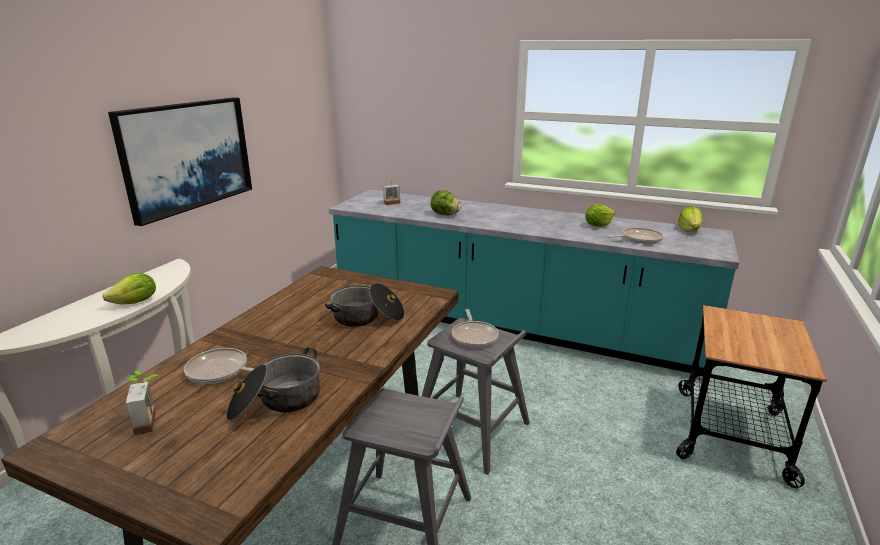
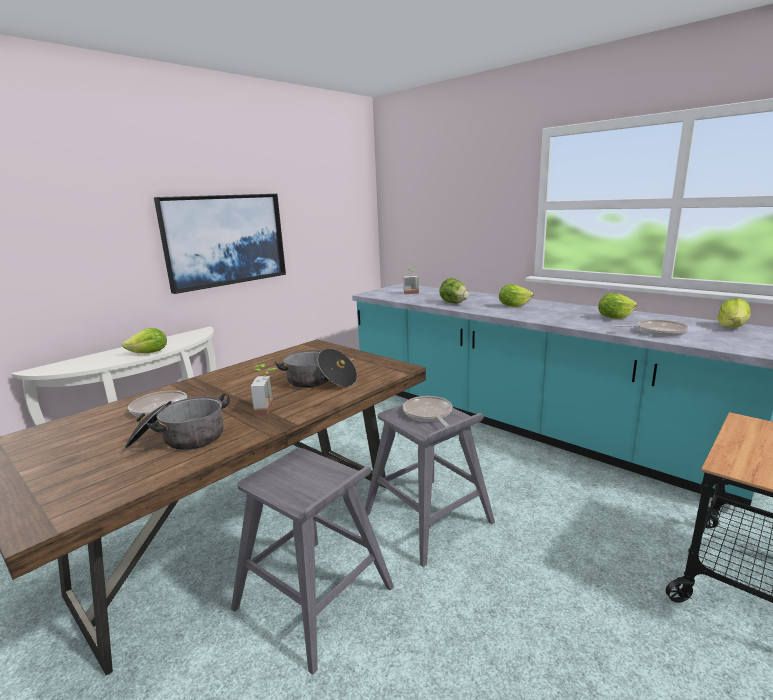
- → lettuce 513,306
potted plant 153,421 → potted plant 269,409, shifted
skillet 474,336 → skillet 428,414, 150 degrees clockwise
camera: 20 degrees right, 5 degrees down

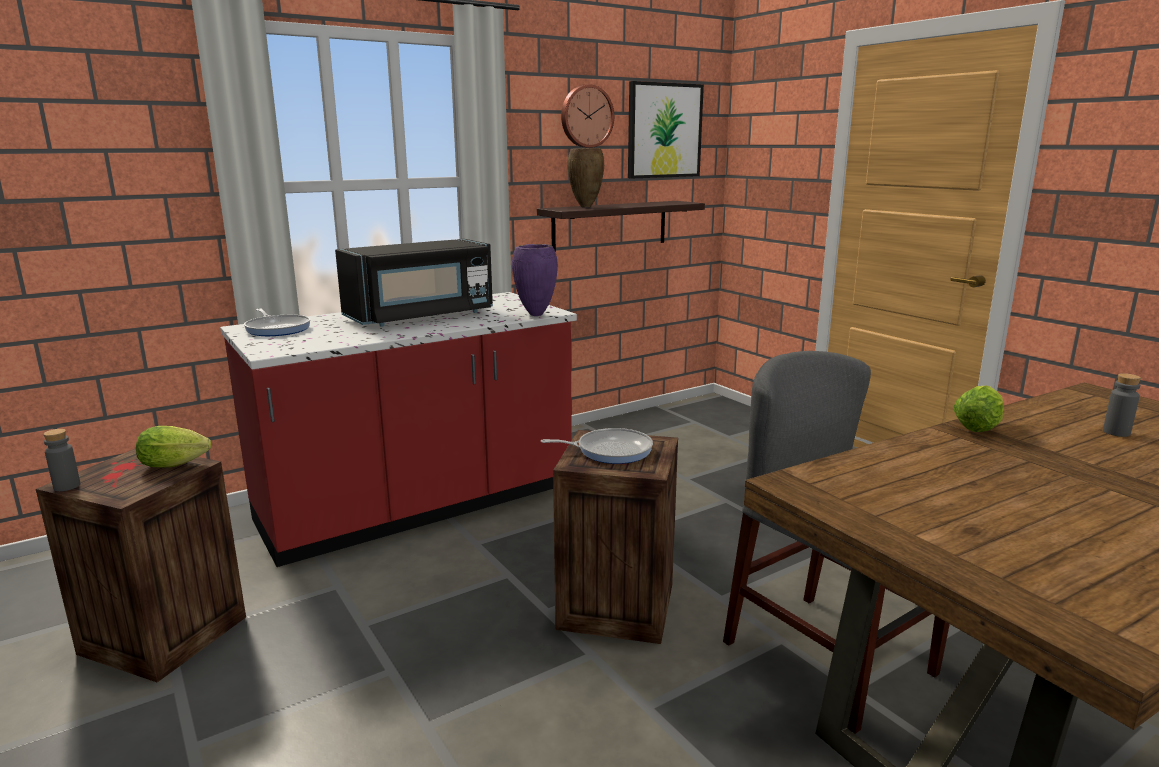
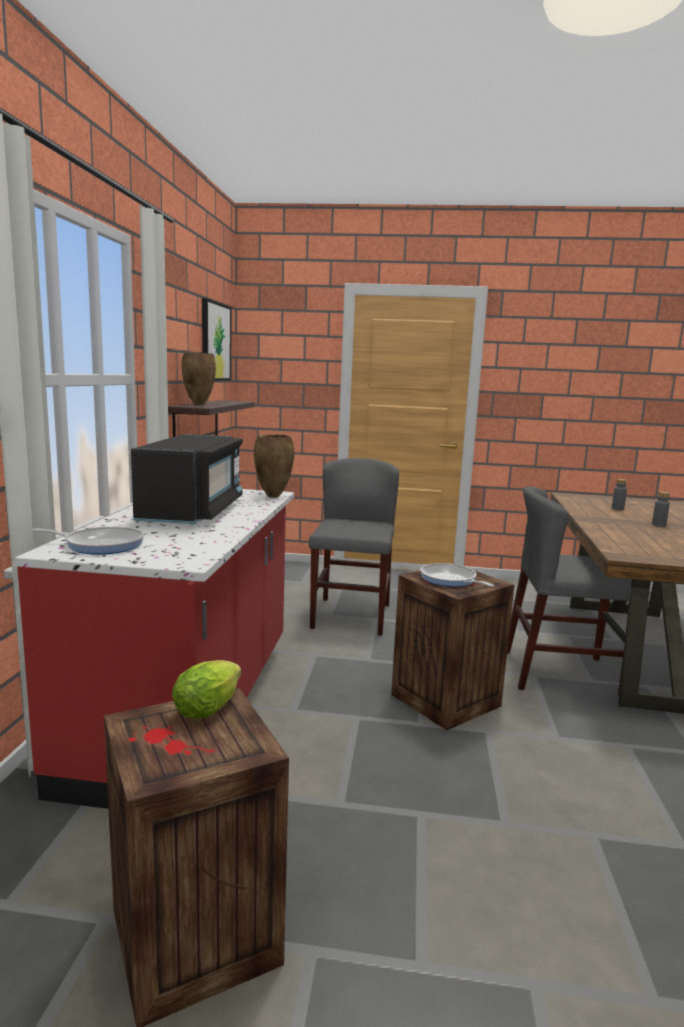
hanging clock 586,116 → -
lettuce 978,426 → -
- → grey upright chair 351,616
grey beverage bottle 67,486 → grey beverage bottle 658,525, shifted
purple-coloured vase 535,315 → brownish vase 272,497
skillet 610,451 → skillet 450,580, 75 degrees counterclockwise
camera: 50 degrees left, 5 degrees down

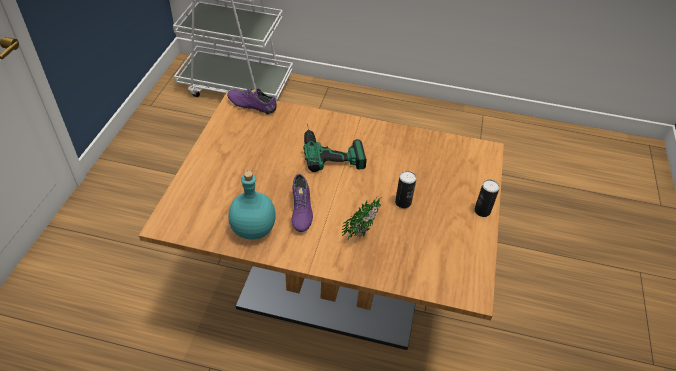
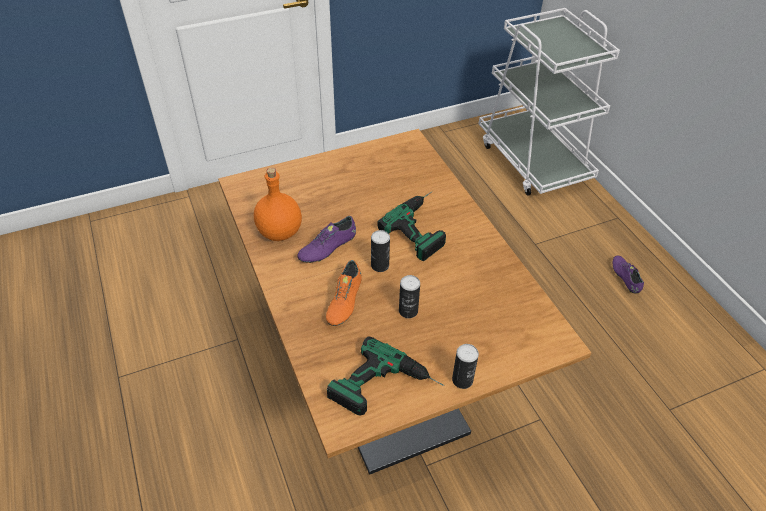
- → drill 387,389
- → metal can 380,265
purple-coloured low shoe 252,106 → purple-coloured low shoe 625,277, shifted
potted plant 364,231 → orangey low shoe 344,301
turquoise-coloured beverage bottle 254,229 → orangey beverage bottle 280,233
camera: 55 degrees right, 0 degrees up

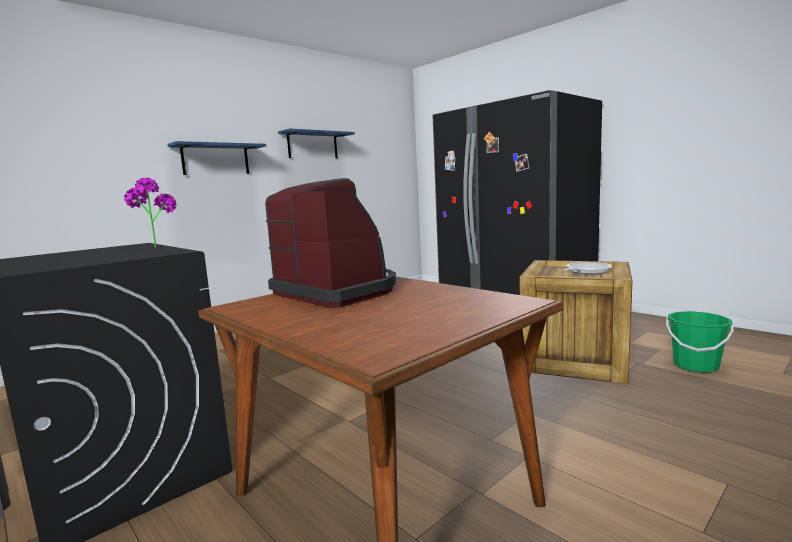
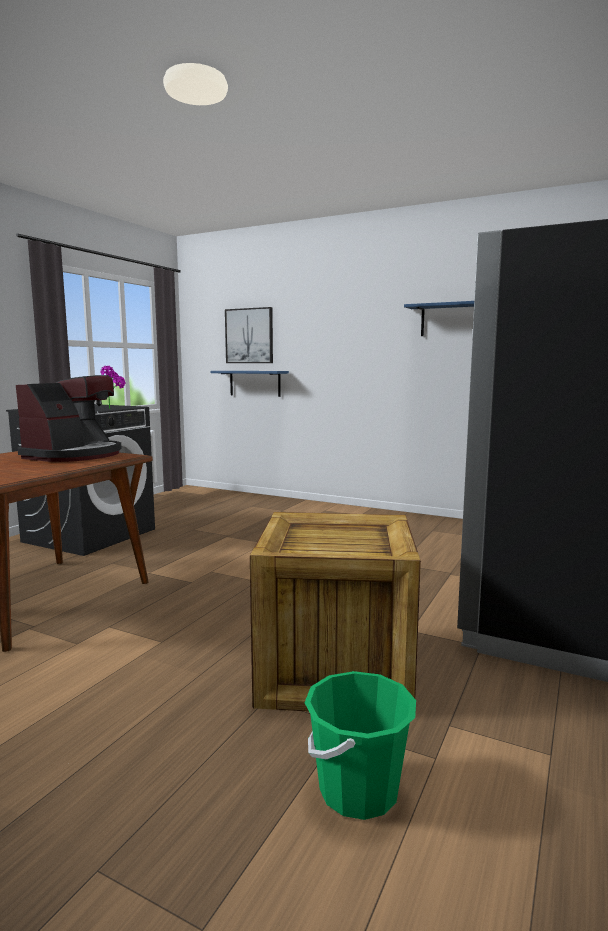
skillet 586,271 → -
- → wall picture 249,336
blue shelf 215,159 → blue shelf 255,383, shifted
camera: 70 degrees right, 0 degrees up

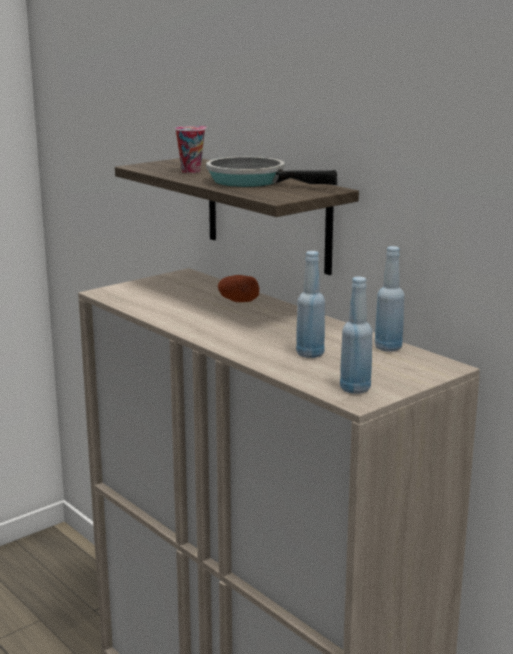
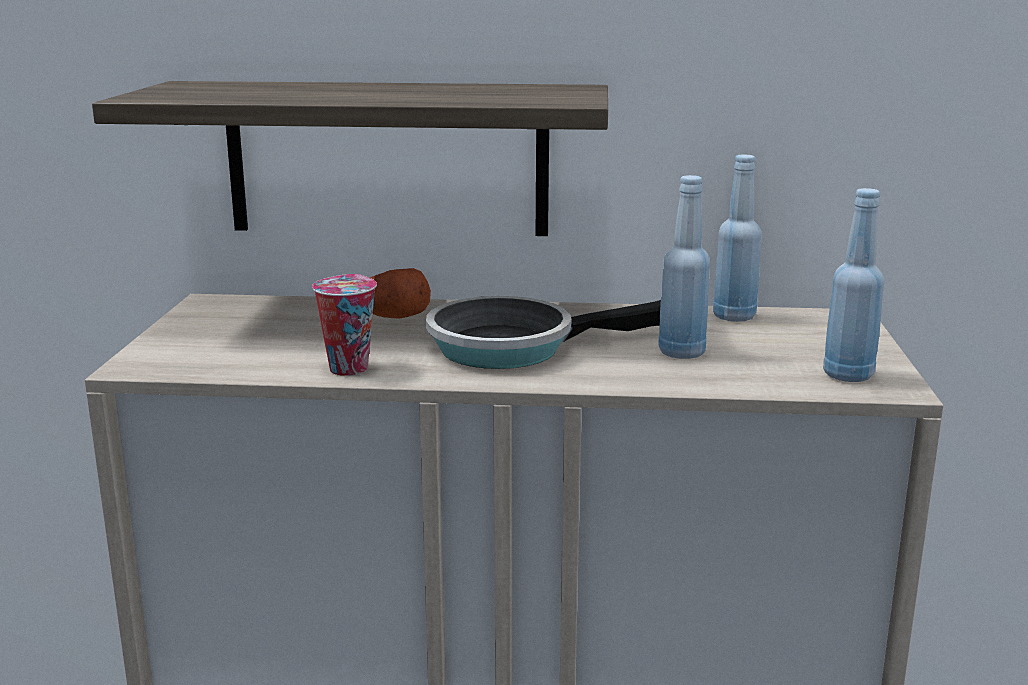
drinking cup 192,171 → drinking cup 348,367, shifted
skillet 253,181 → skillet 513,346, shifted
camera: 45 degrees left, 0 degrees up

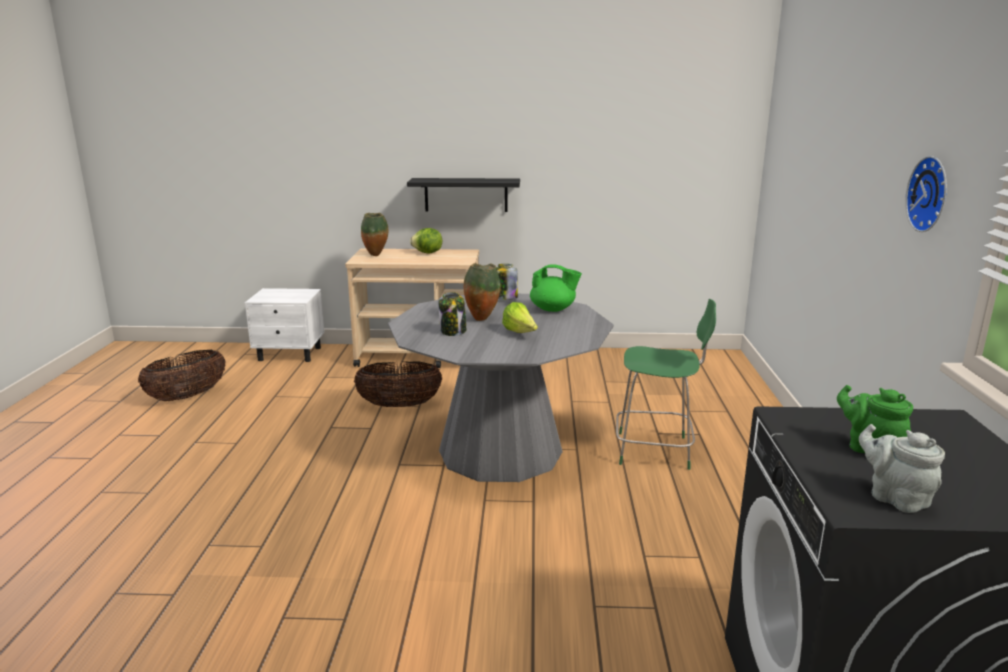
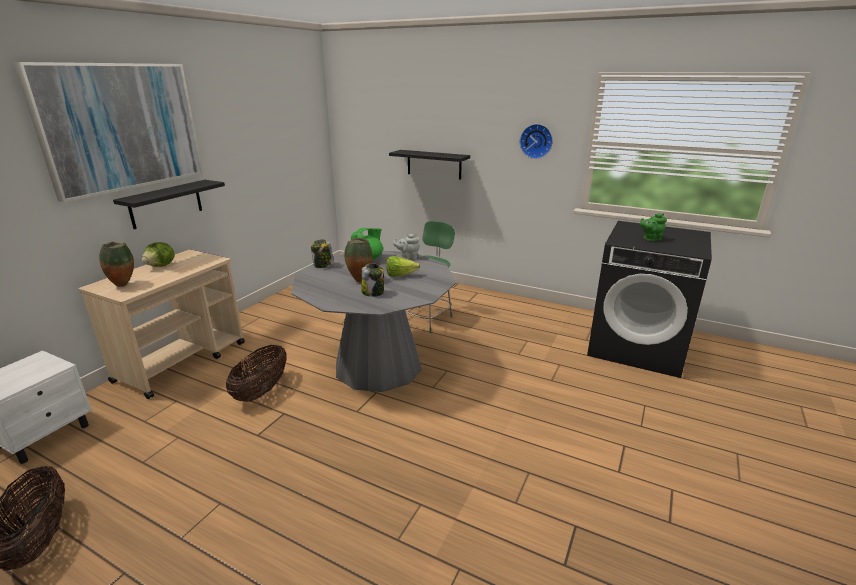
- → wall picture 121,127
- → black shelf 434,164
grey teapot 895,498 → grey teapot 408,257, shifted
camera: 65 degrees left, 5 degrees up

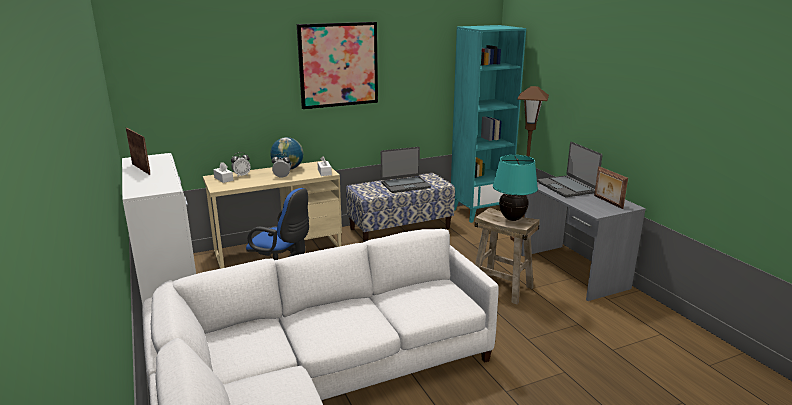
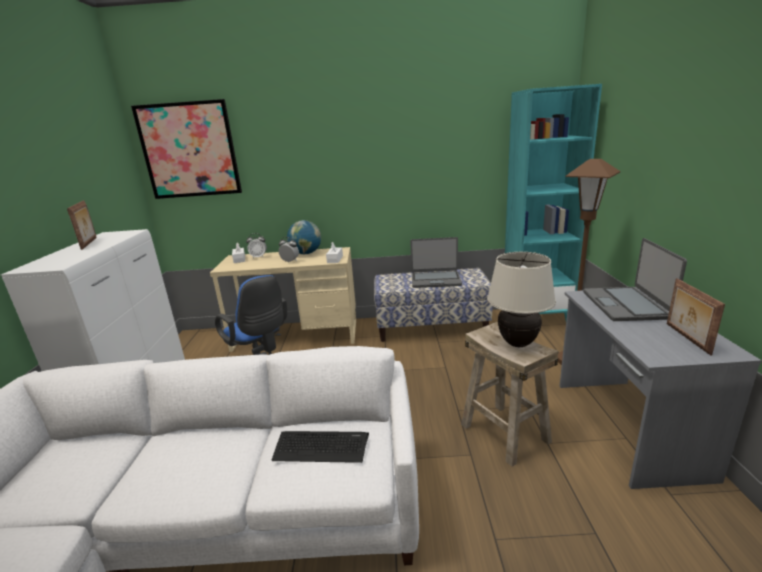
- → computer keyboard 321,447
wall picture 338,65 → wall picture 189,150, shifted
turquoise-coloured lamp for a table 512,218 → beige-coloured lamp for a table 517,343
camera: 25 degrees right, 0 degrees up

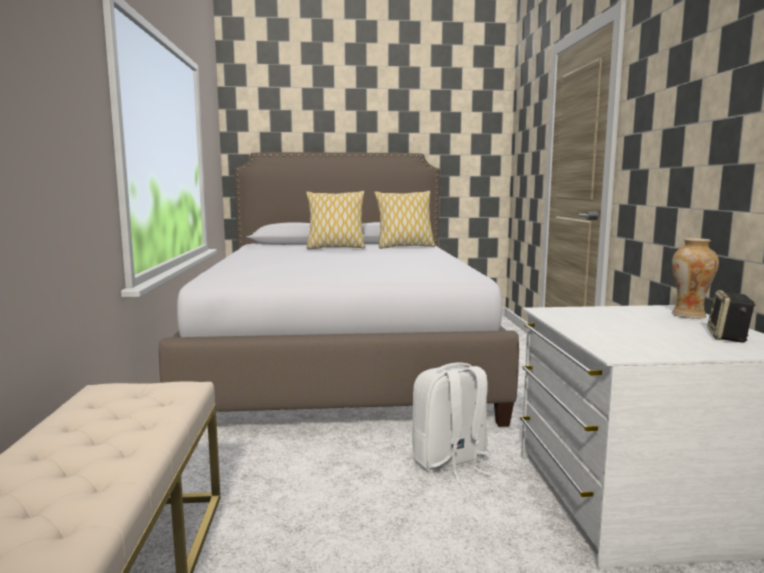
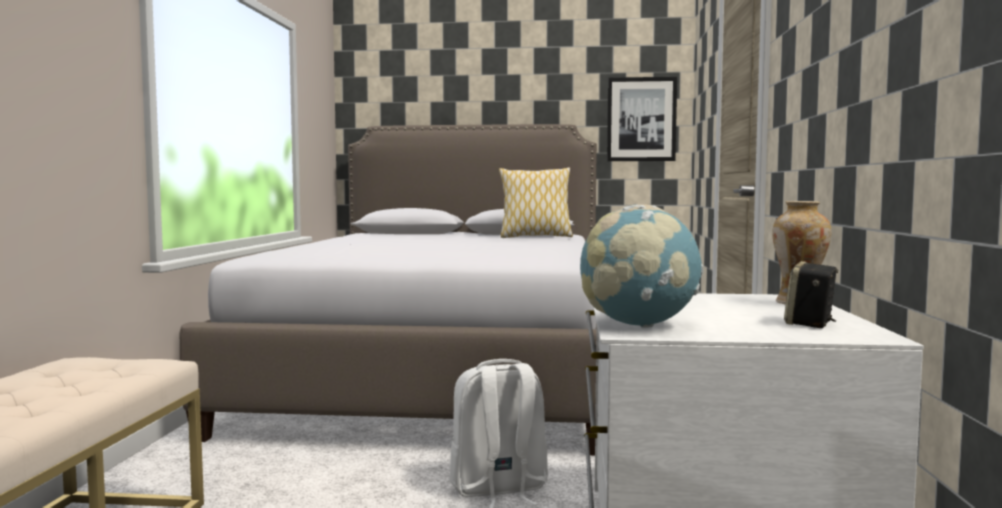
cushion 335,248 → -
- → world globe 638,325
- → wall picture 641,119
camera: 10 degrees right, 5 degrees down

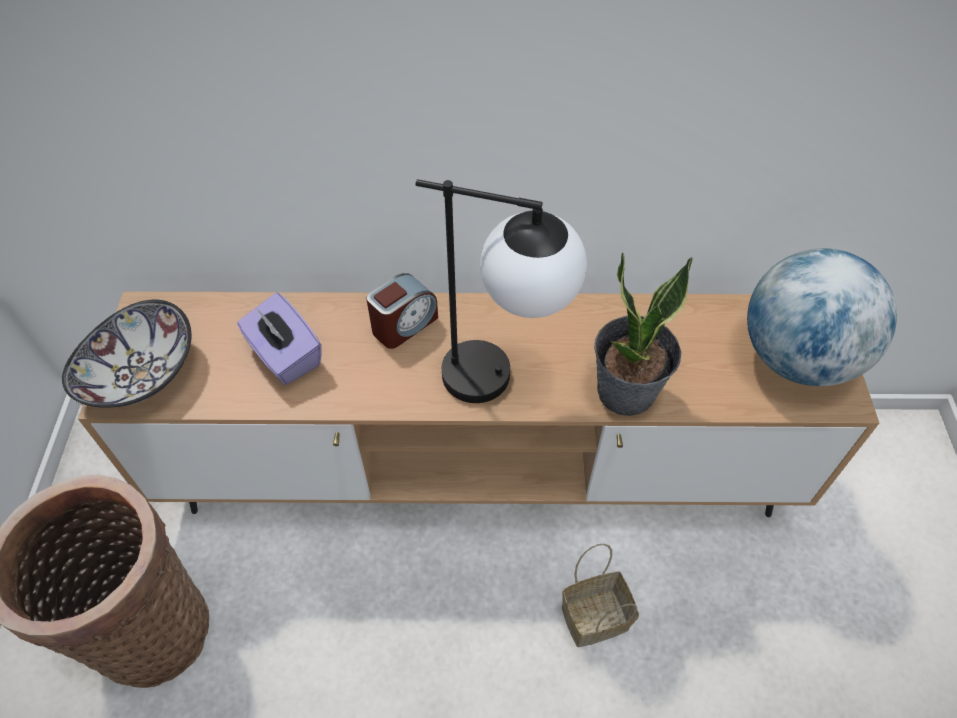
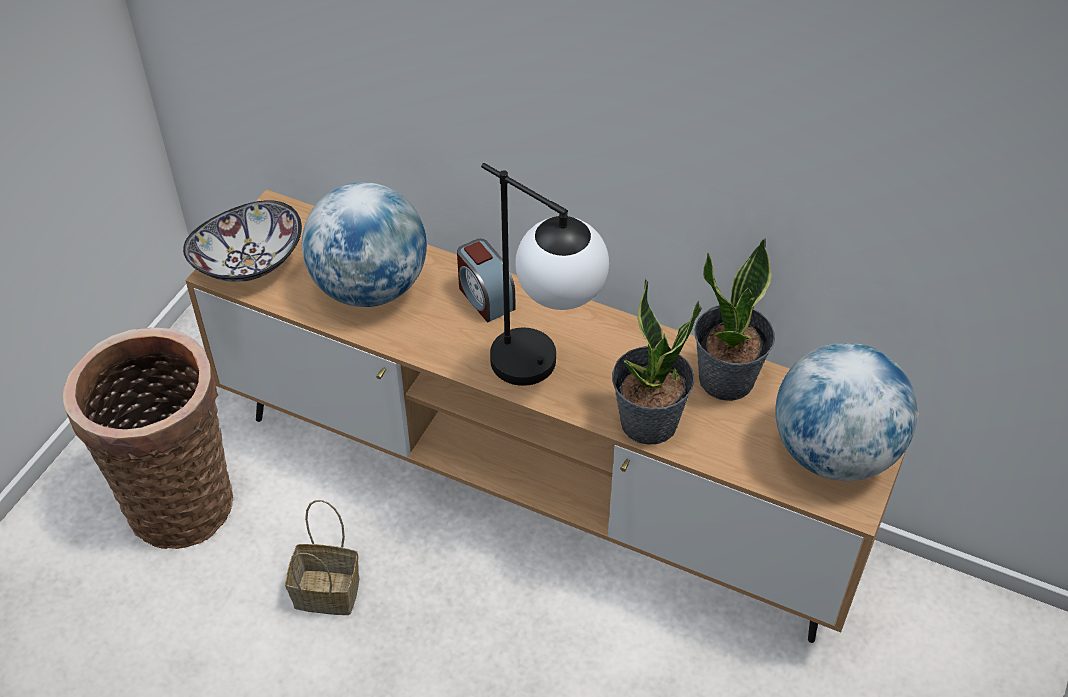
- → potted plant 727,380
storage basket 596,615 → storage basket 329,591, shifted
purple-coloured tissue holder 285,356 → world globe 370,288
bedside clock 404,325 → bedside clock 485,297, 75 degrees clockwise
camera: 25 degrees right, 5 degrees down

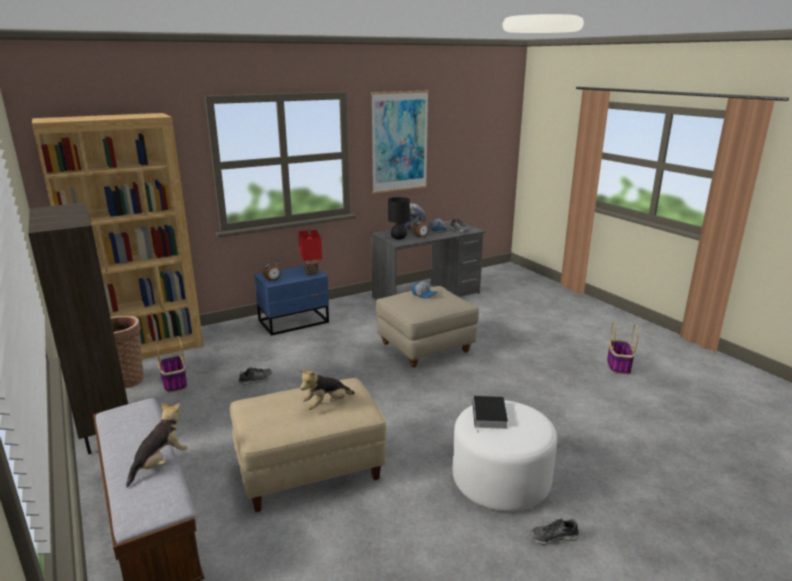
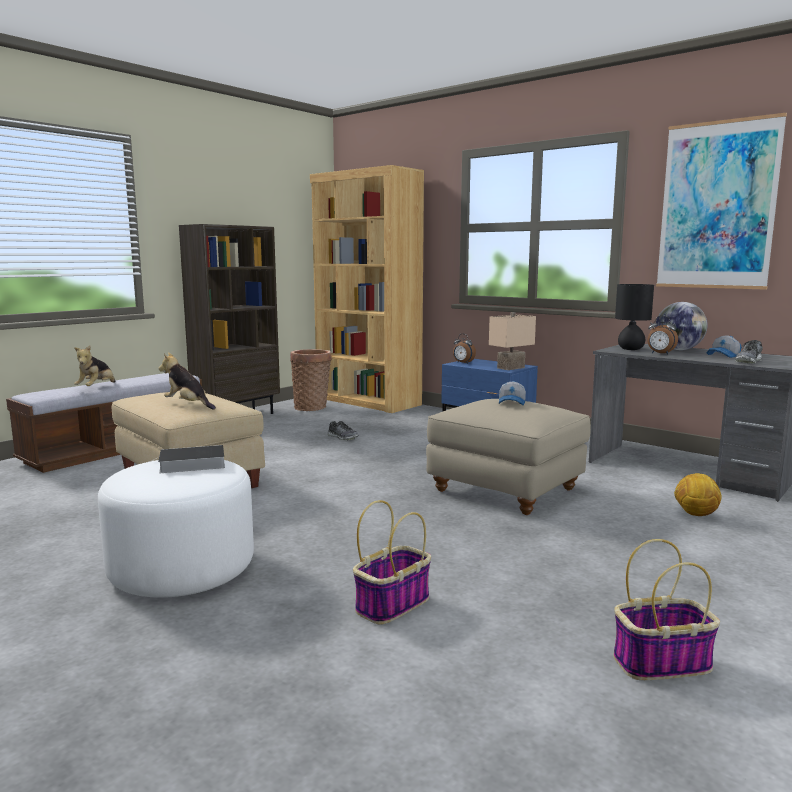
low shoe 553,538 → -
- → ball for football 695,515
storage basket 174,383 → storage basket 393,604, shifted
reddish lamp for a table 310,272 → beige-coloured lamp for a table 510,368
cuddly toy 160,463 → cuddly toy 96,388, 90 degrees clockwise
camera: 70 degrees right, 10 degrees down

